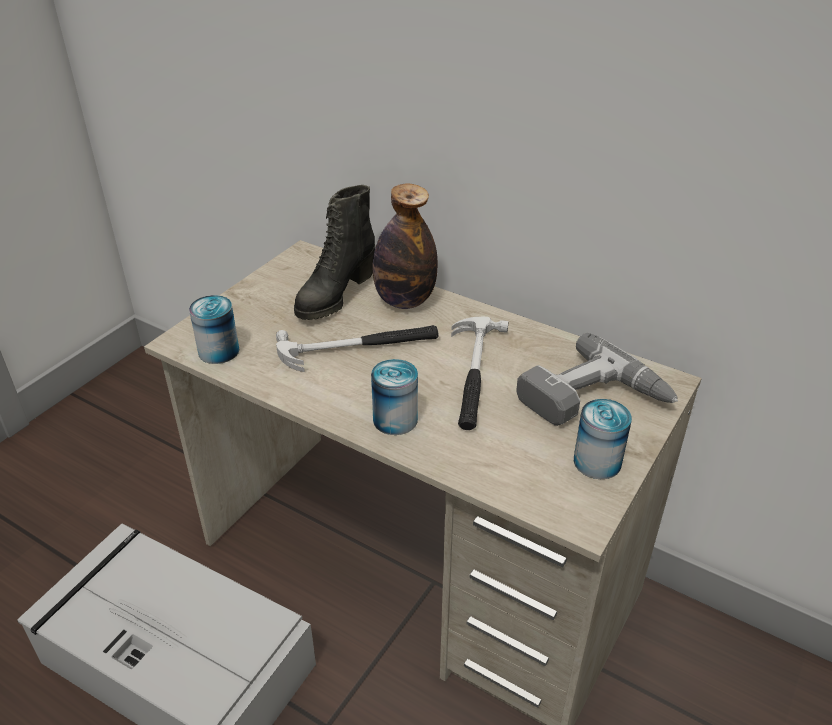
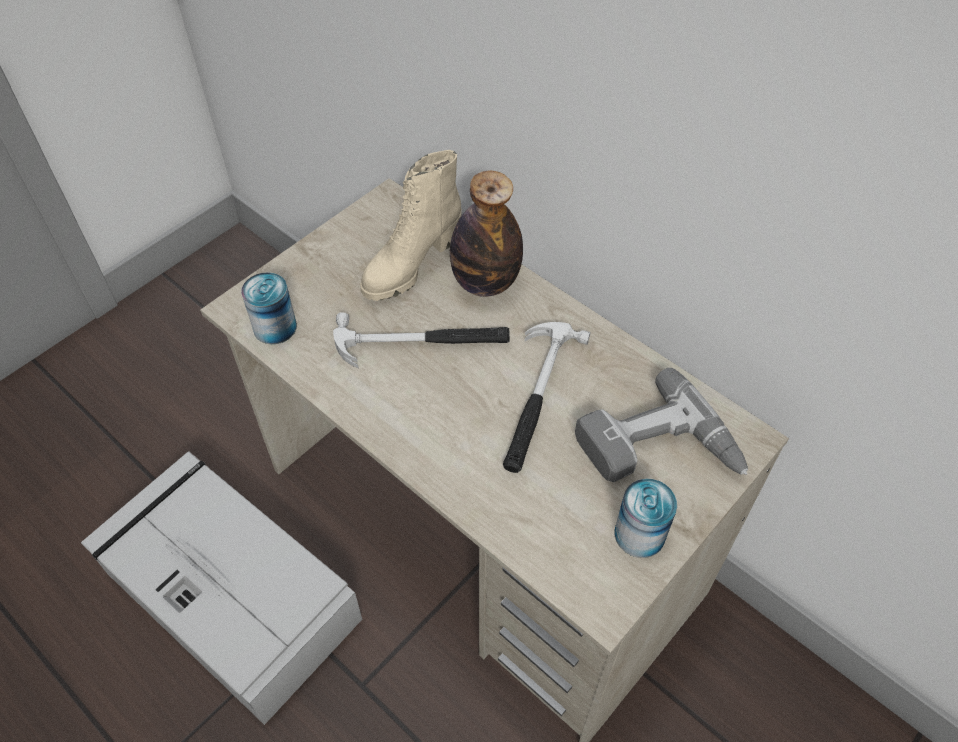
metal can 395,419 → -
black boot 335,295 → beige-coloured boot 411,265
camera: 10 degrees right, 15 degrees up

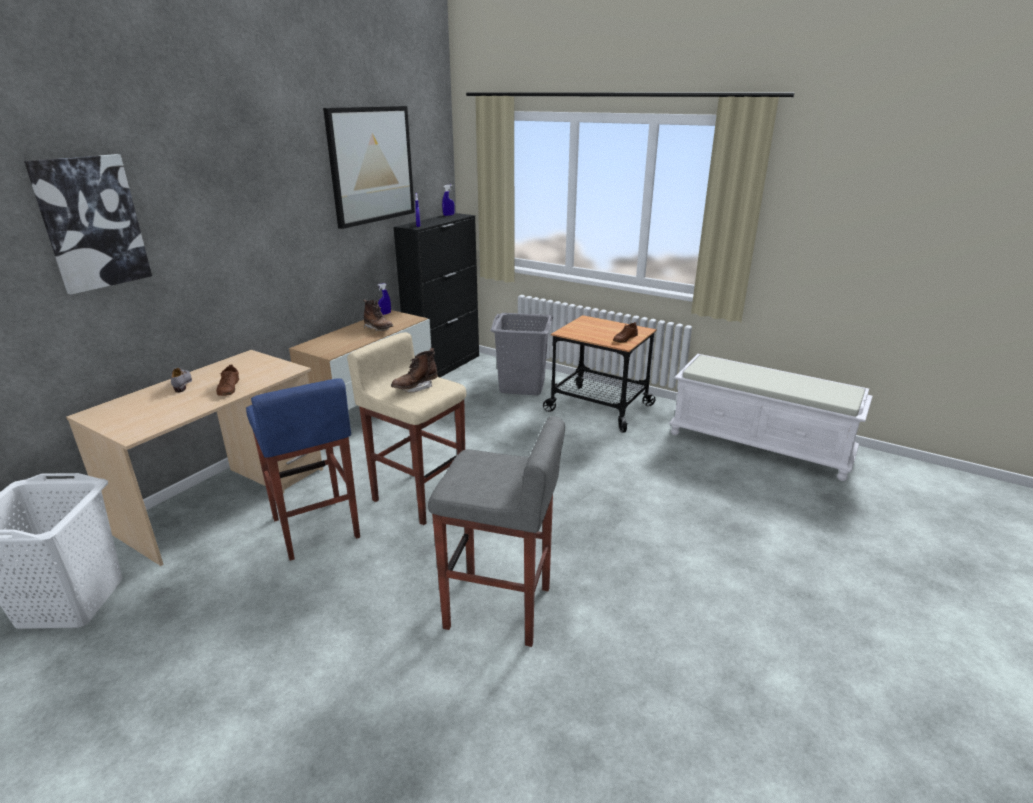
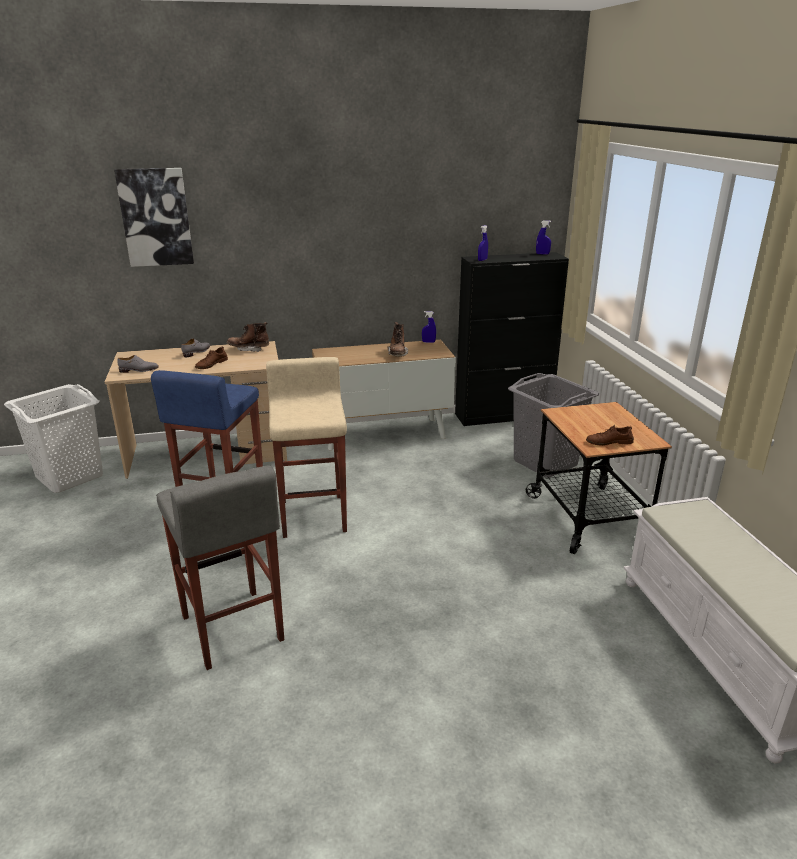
wall picture 371,165 → -
- → grey low shoe 139,370
brownish boot 415,388 → brownish boot 249,349, shifted
camera: 45 degrees right, 0 degrees up

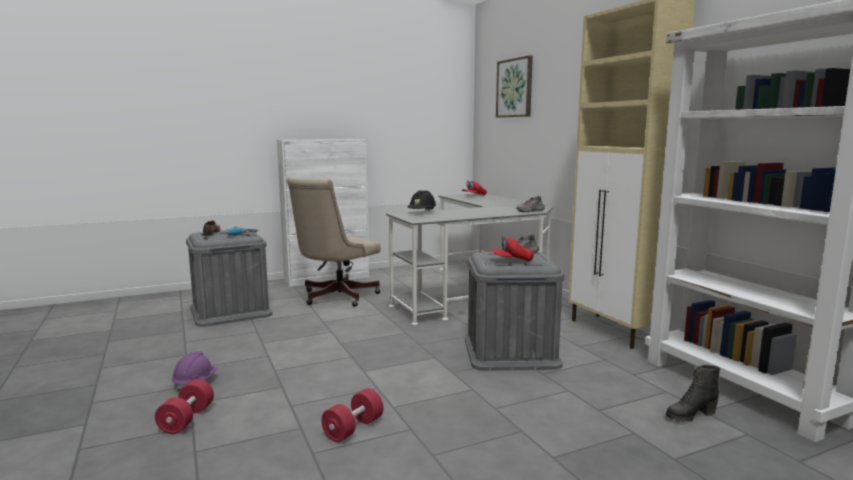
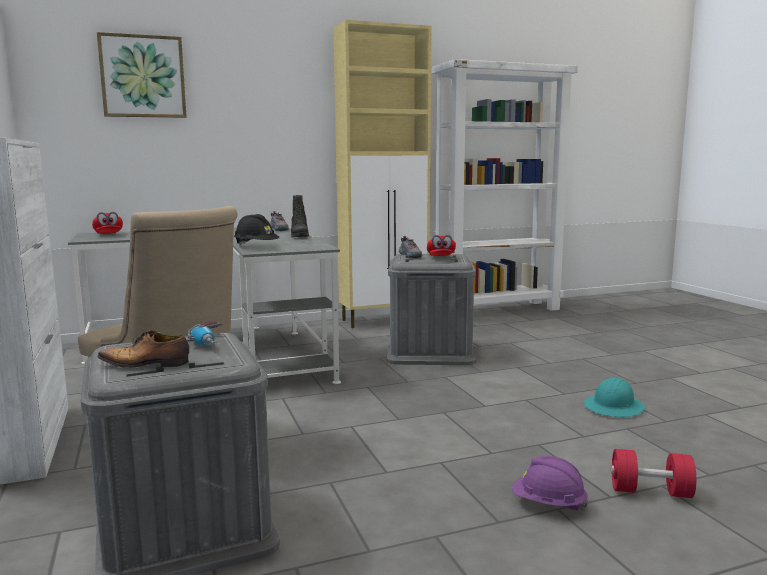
black boot 690,415 → black boot 299,236, shifted
reddish dumbbell 353,429 → turquoise-coloured work helmet 614,407
camera: 85 degrees left, 0 degrees up

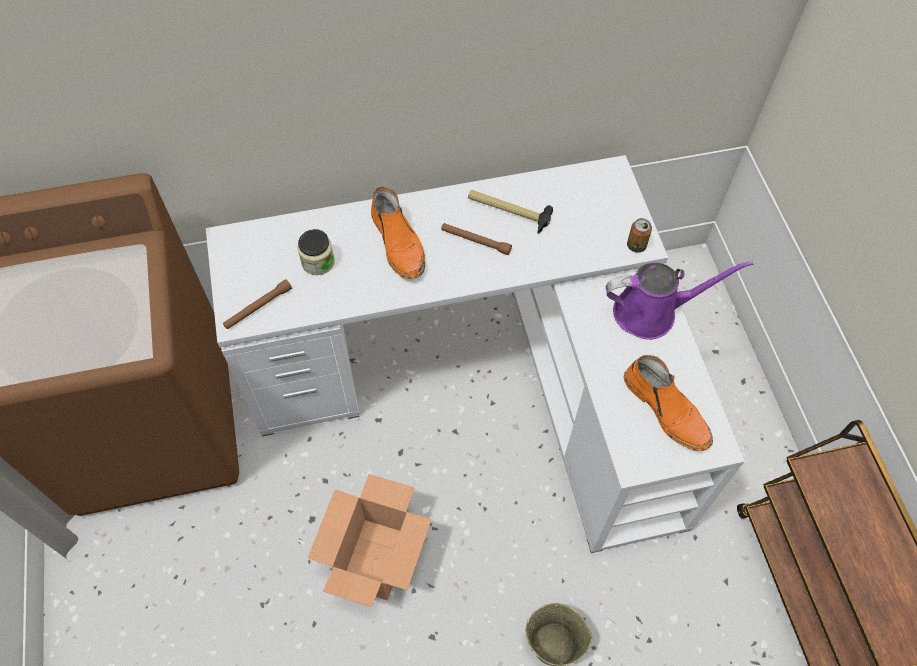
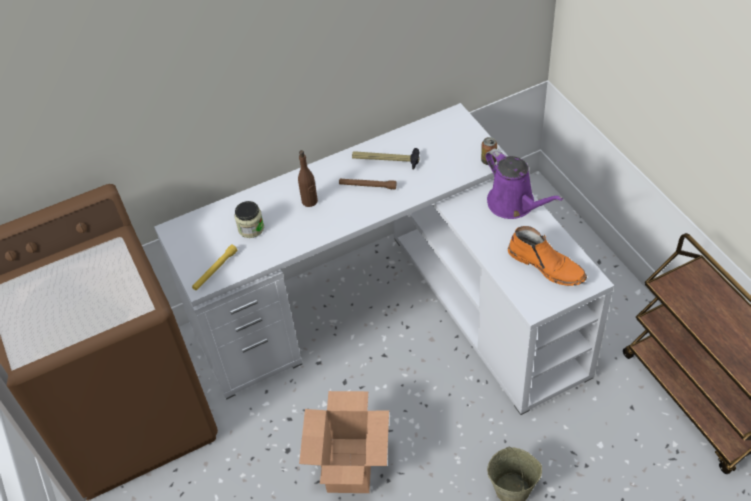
orangey boot 399,244 → brownish beverage bottle 310,201
brownish torch 258,307 → yellowish torch 215,270
purple-coloured sprinkling can 651,312 → purple-coloured sprinkling can 514,204, 75 degrees clockwise
camera: 10 degrees left, 10 degrees down

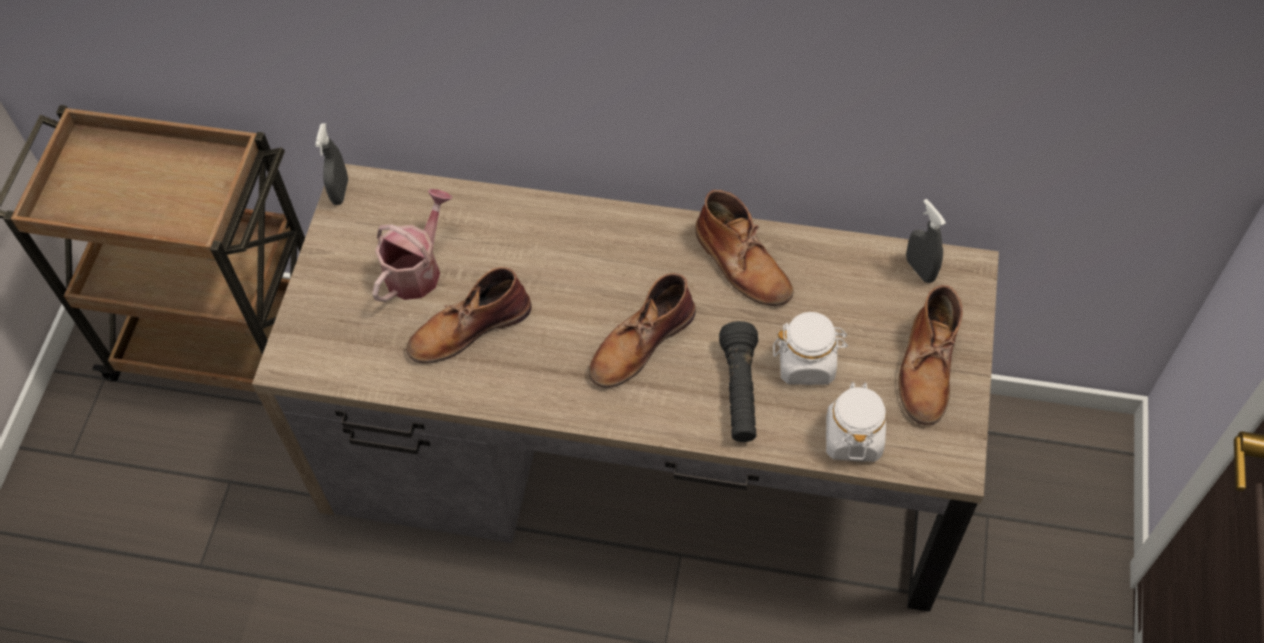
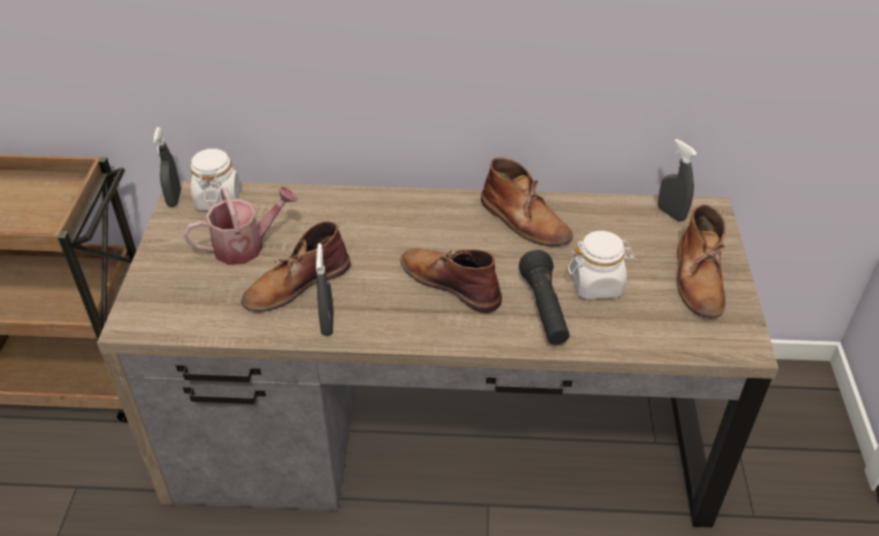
- → grey spray bottle 327,324
white-coloured preserve jar 853,437 → white-coloured preserve jar 218,199, shifted
sprinkling can 417,269 → sprinkling can 246,246, 45 degrees clockwise
brownish boot 640,343 → brownish boot 450,282, 90 degrees clockwise
camera: 10 degrees left, 15 degrees down

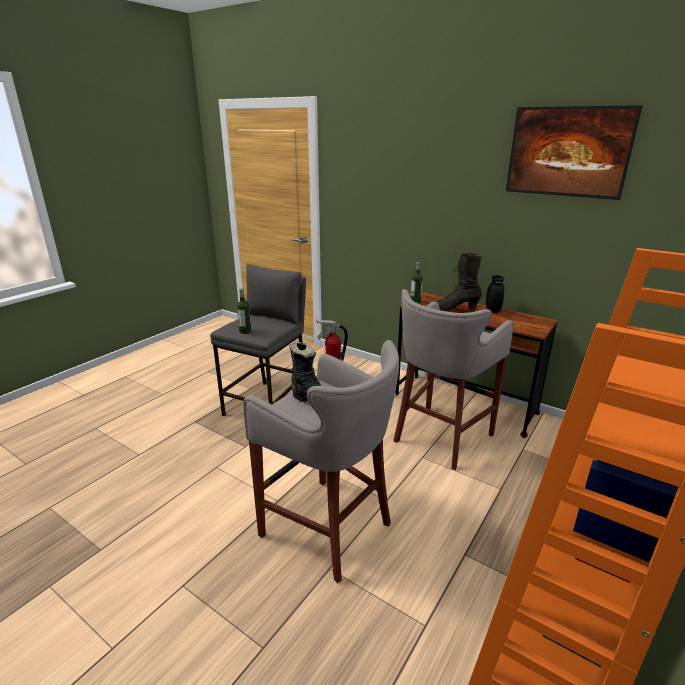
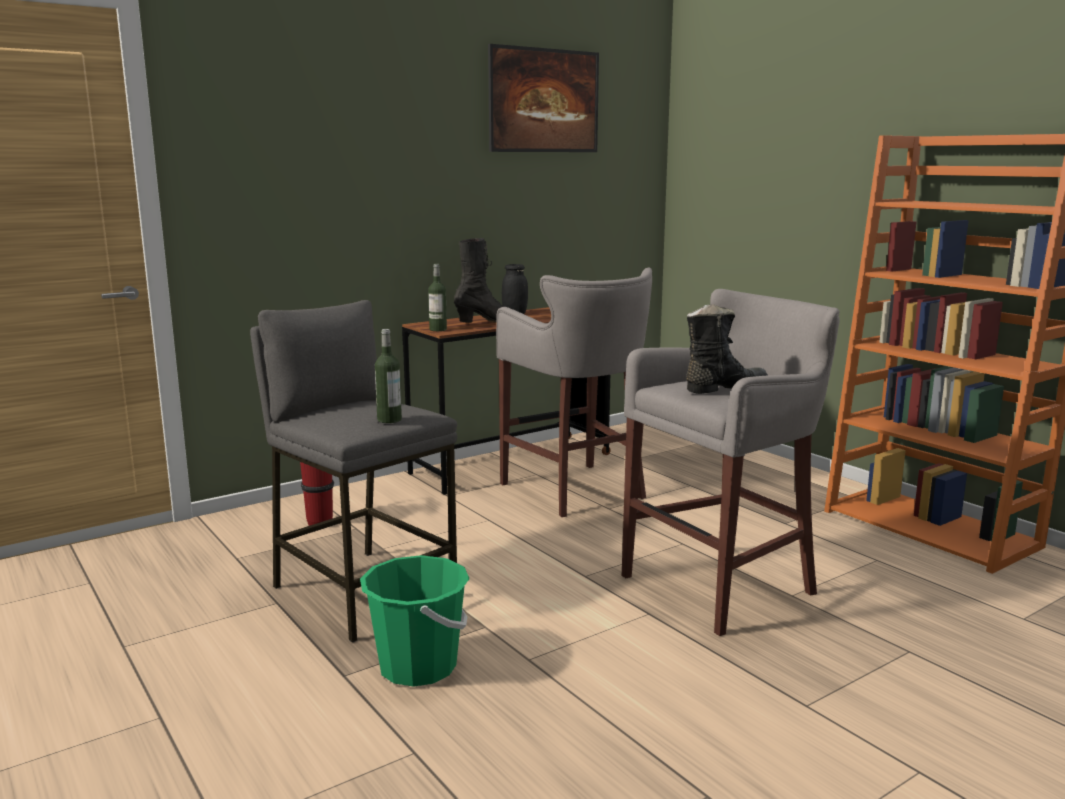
- → green pail 418,667
black boot 453,309 → black boot 488,322, 150 degrees counterclockwise
camera: 70 degrees left, 10 degrees down

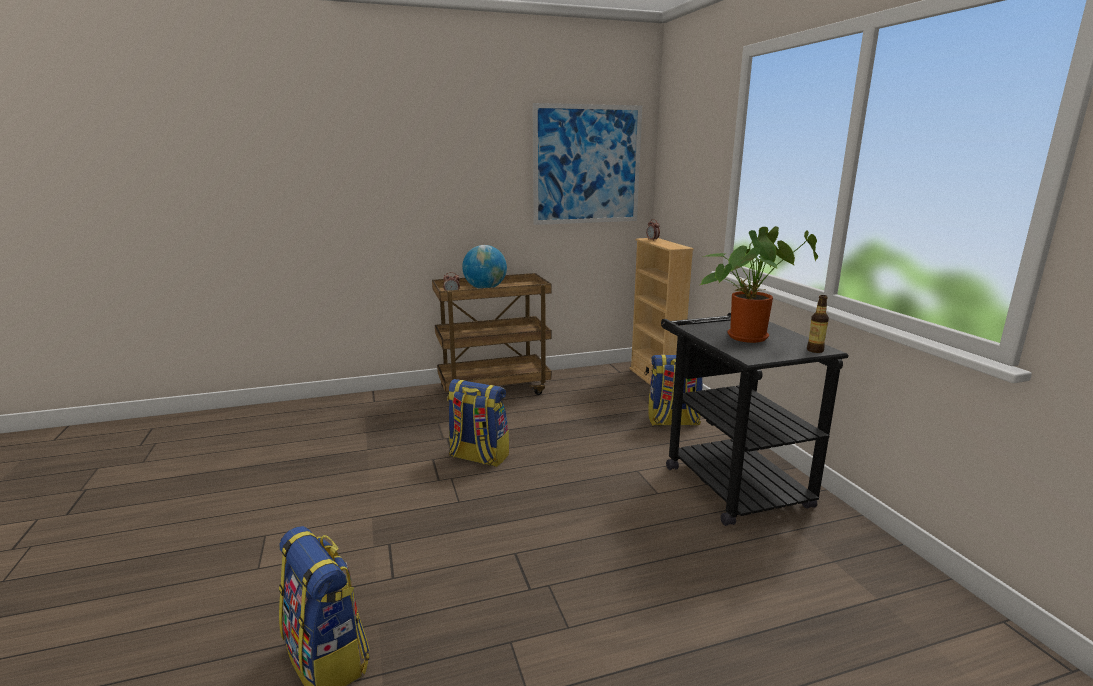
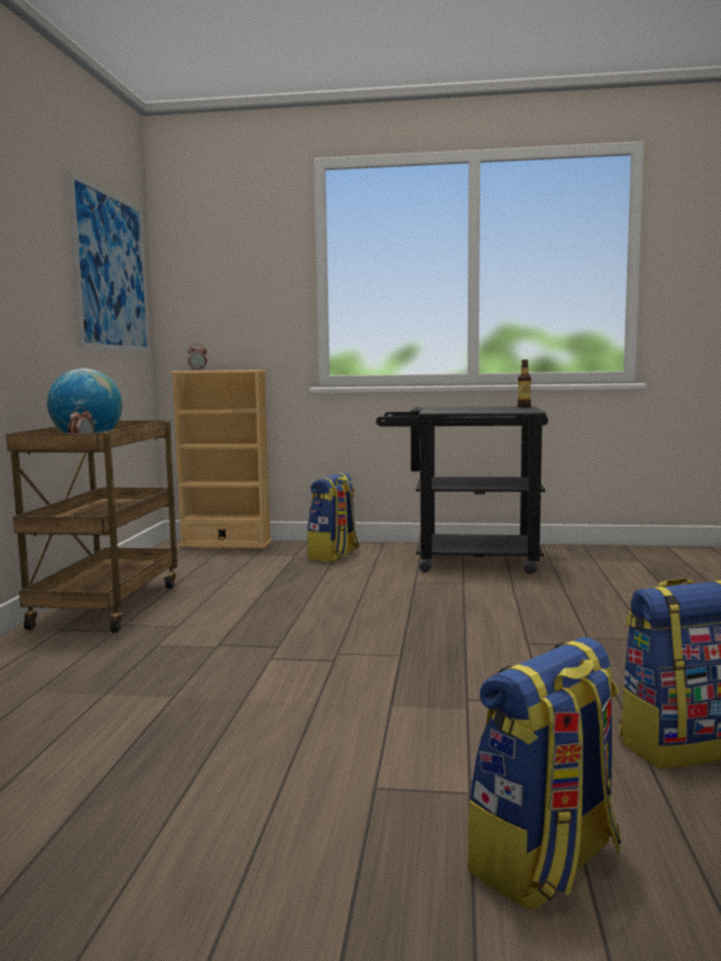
potted plant 748,336 → -
knapsack 478,457 → knapsack 546,863, shifted
camera: 65 degrees left, 10 degrees down

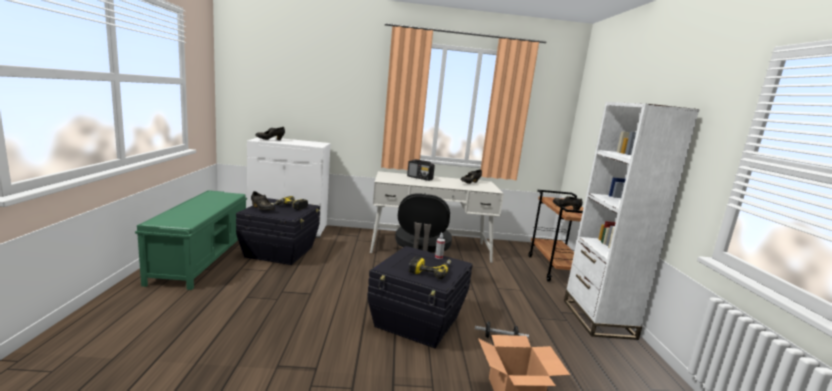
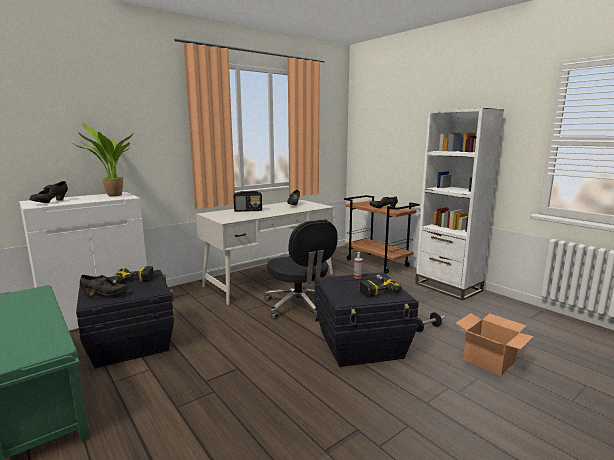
- → potted plant 112,196
camera: 35 degrees left, 0 degrees up

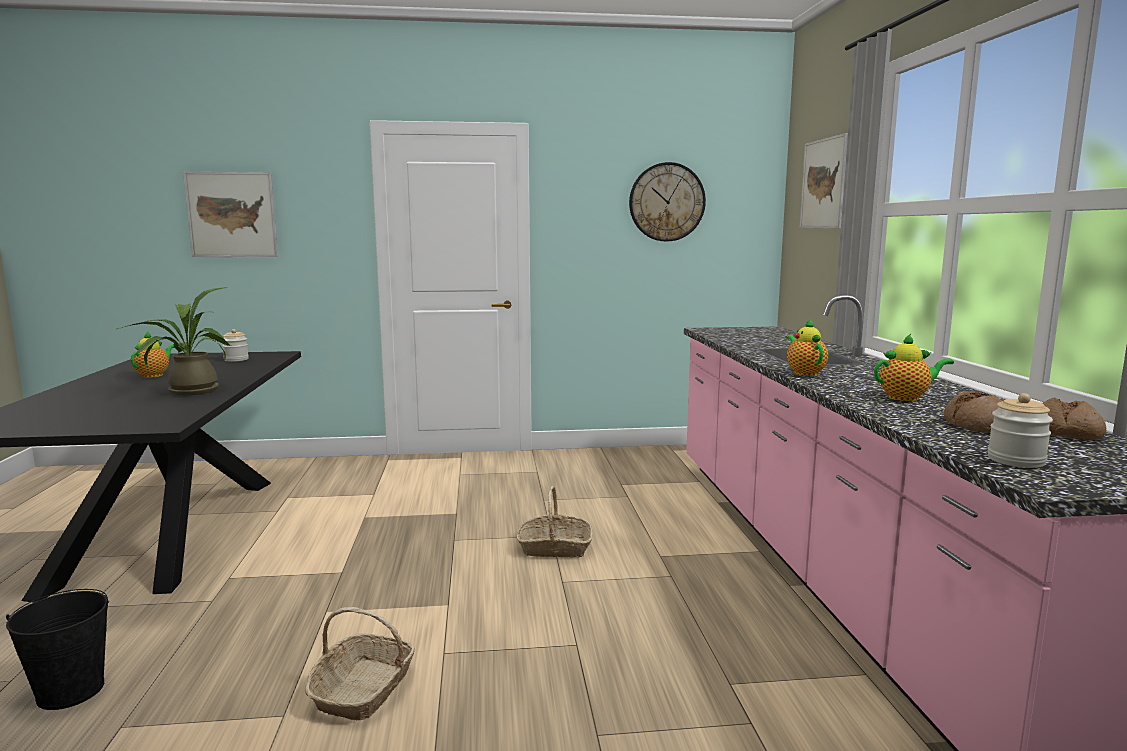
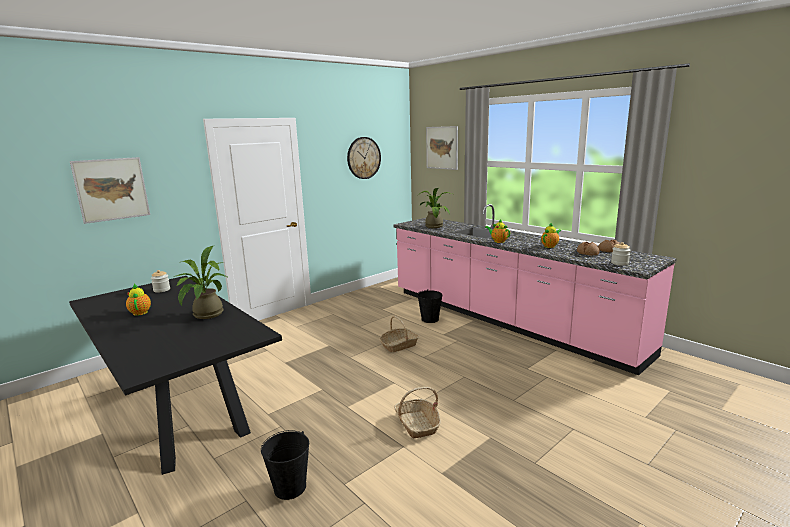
- → black pail 430,319
- → potted plant 434,226
camera: 35 degrees left, 5 degrees up

